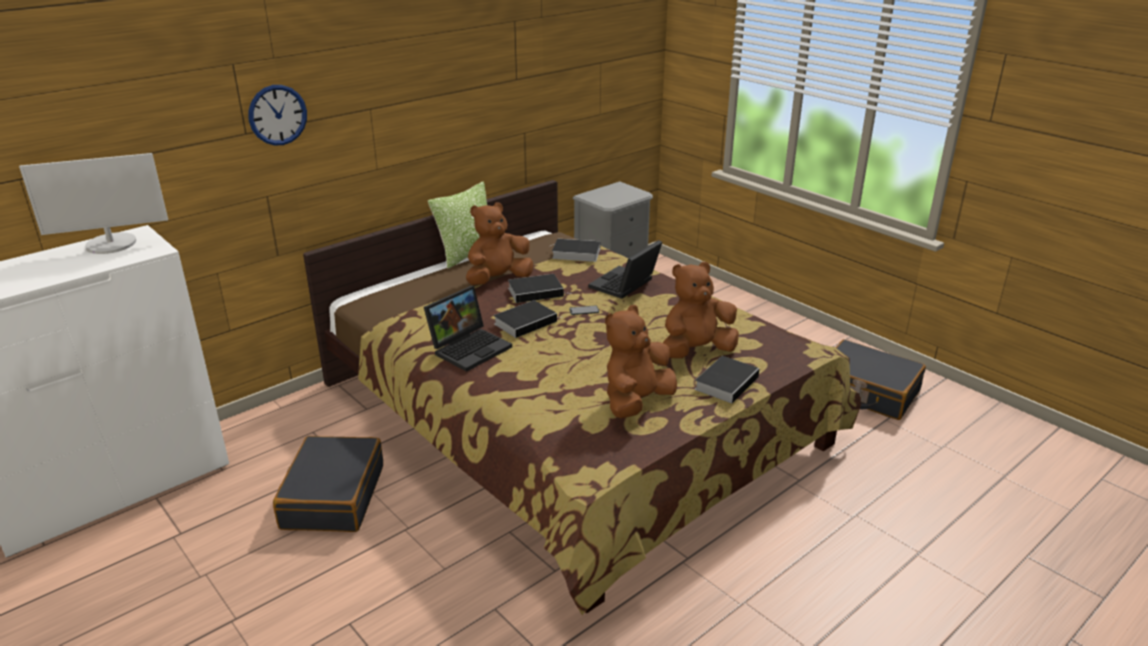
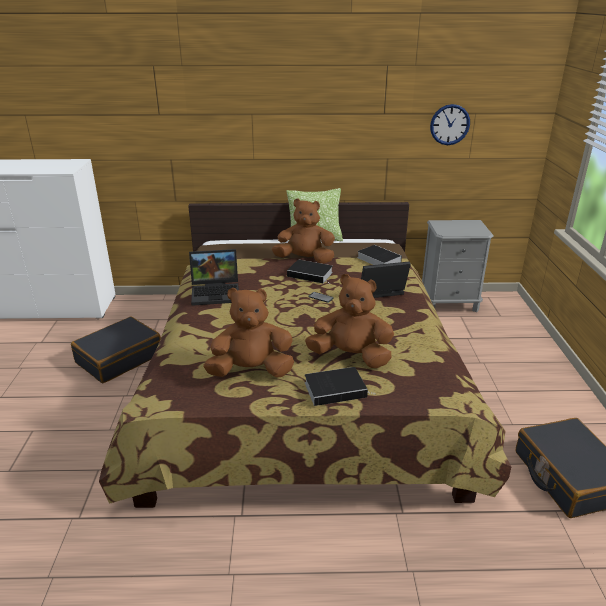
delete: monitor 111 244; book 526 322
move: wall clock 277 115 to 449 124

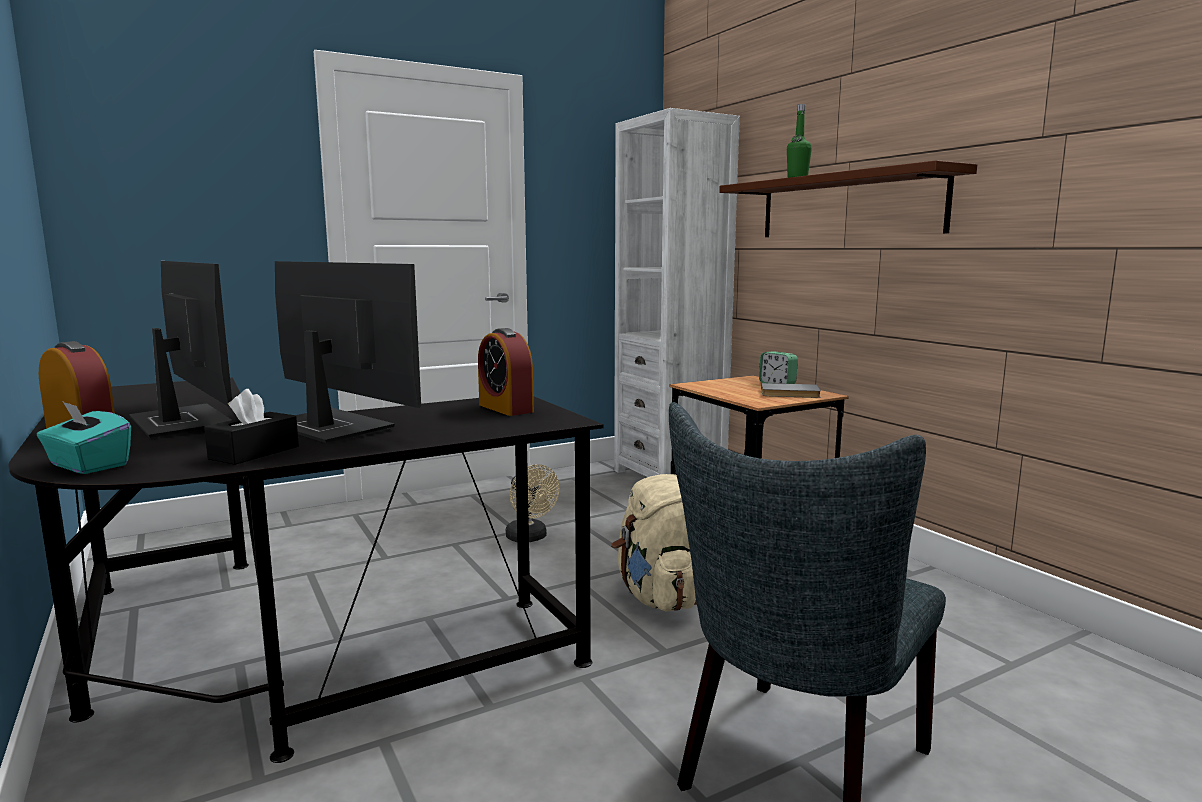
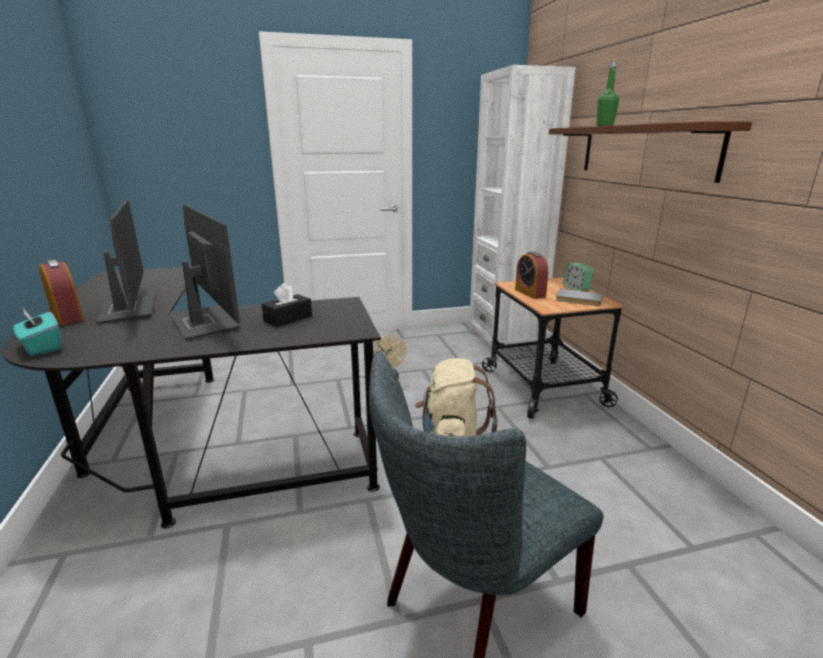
move: tissue box (black) 254 452 to 288 318; alarm clock 505 408 to 530 293

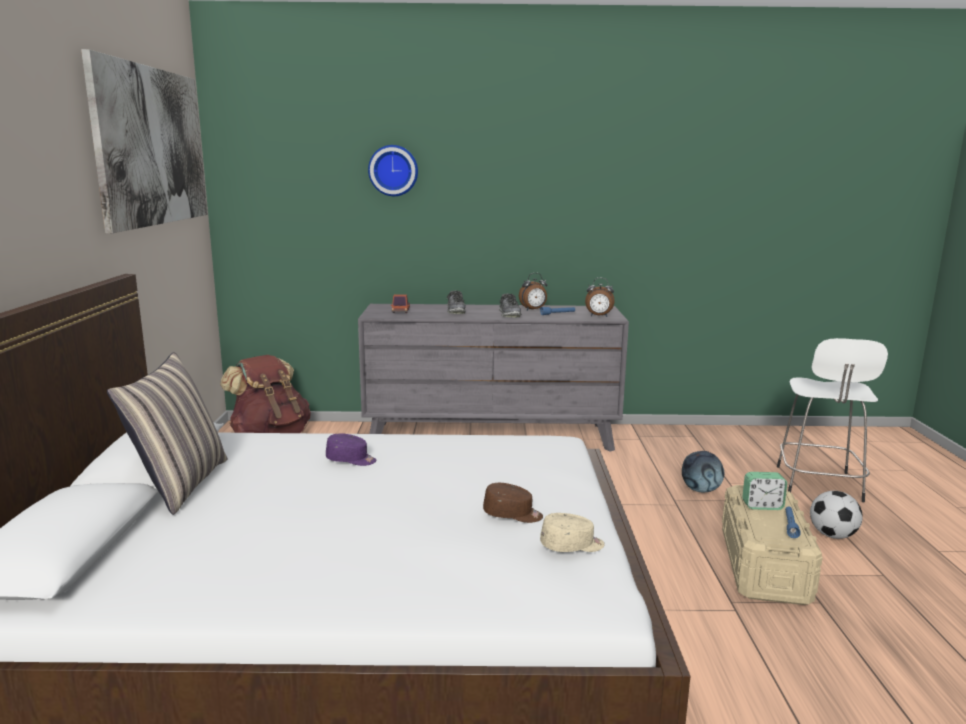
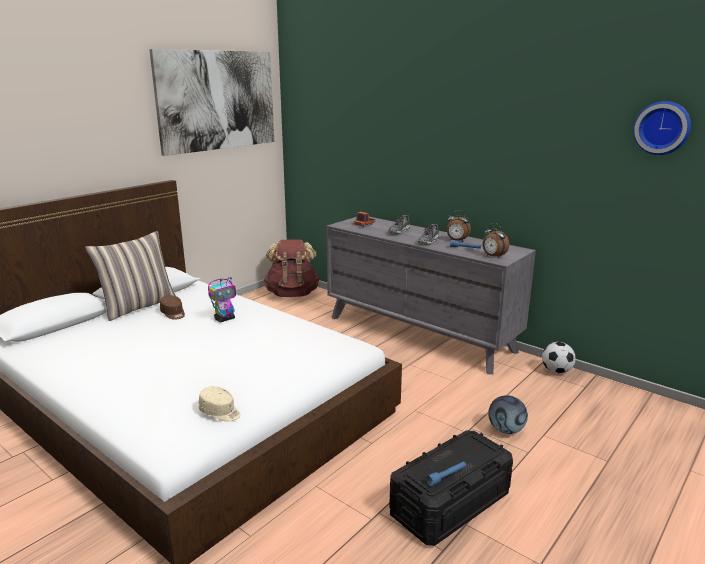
delete: alarm clock 762 506; stool (white) 818 485
move: cap (brown) 513 514 to 173 313; football 832 535 to 556 371; wall clock 393 170 to 662 128
replace: cap (purple) 351 460 to toy robot 225 319
recolor: storage box (beige) 764 565 to storage box (black) 450 503

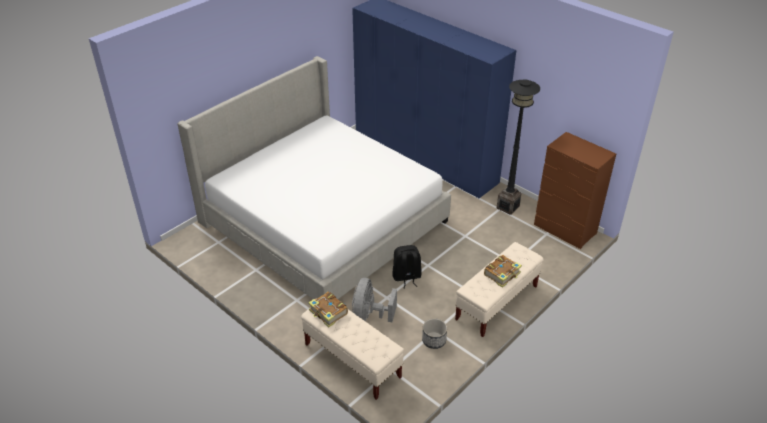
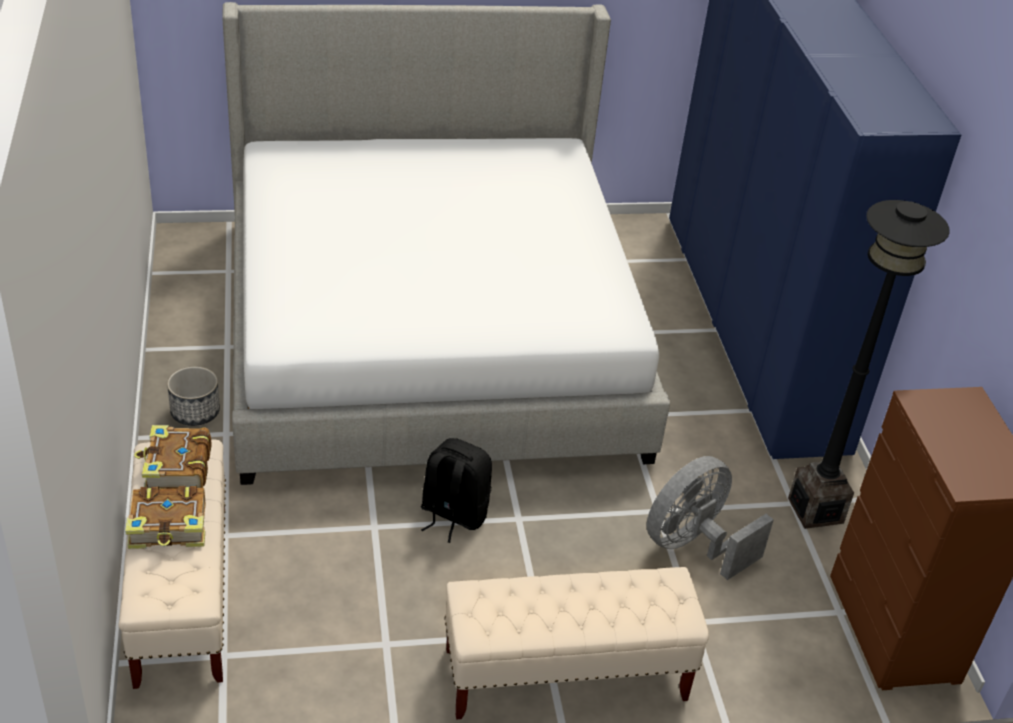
move: book 502 274 to 169 527; planter 434 340 to 195 412; fan (grey) 369 317 to 693 545

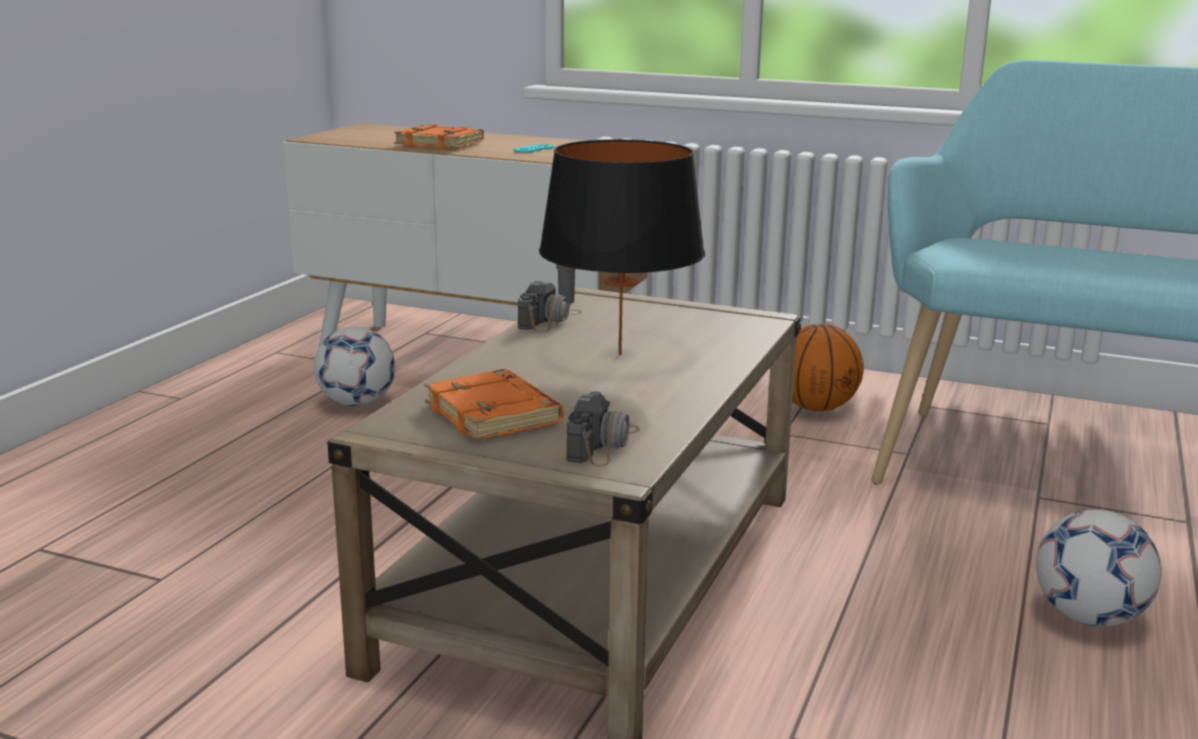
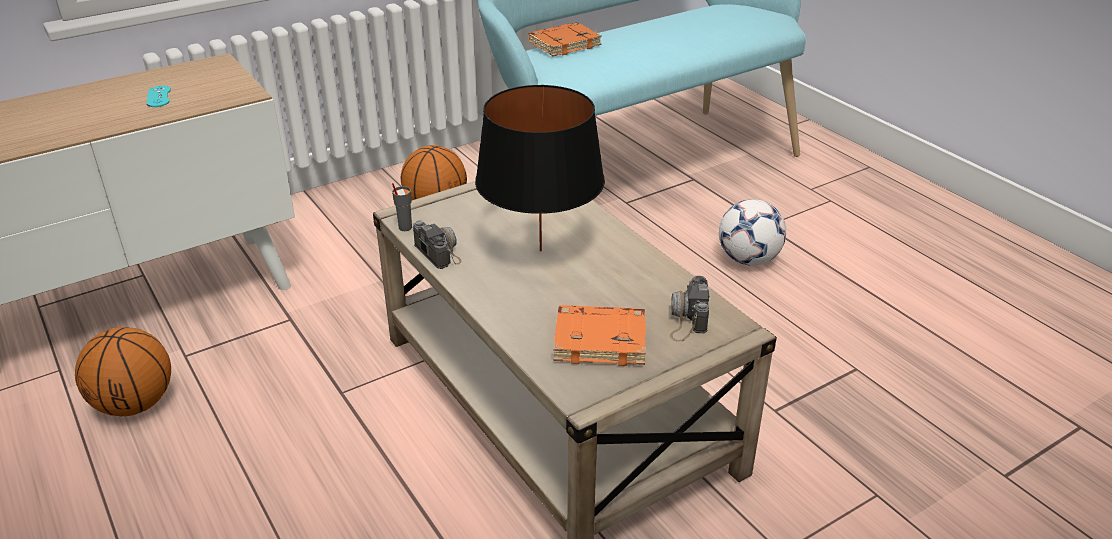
move: book (orange) 441 144 to 564 44
replace: football 357 403 to basketball 134 404
rotate: photo camera 603 444 = 687 317 135 degrees counterclockwise

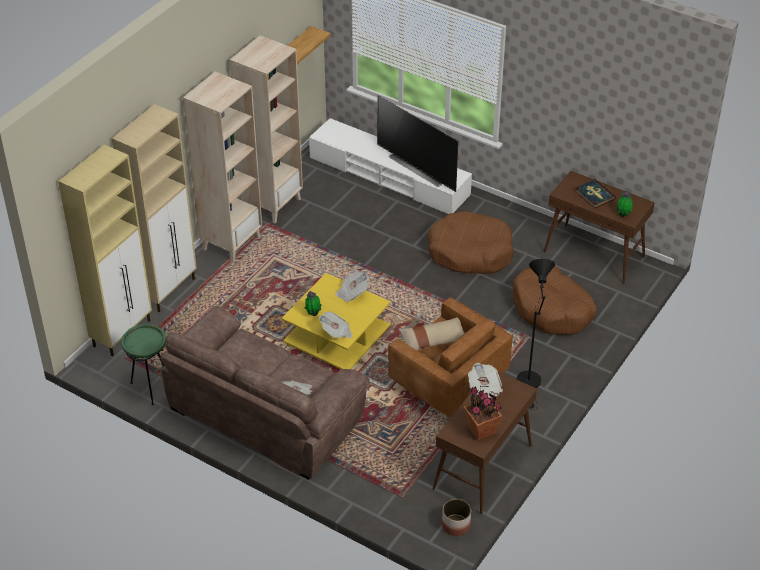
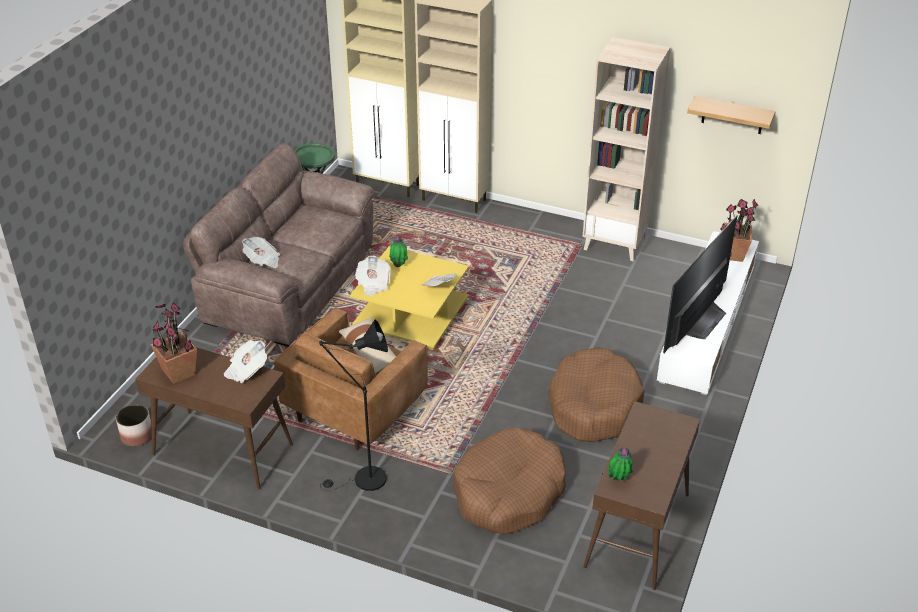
delete: bookcase (beige) 231 242; book 594 195
insert: potted plant 733 255

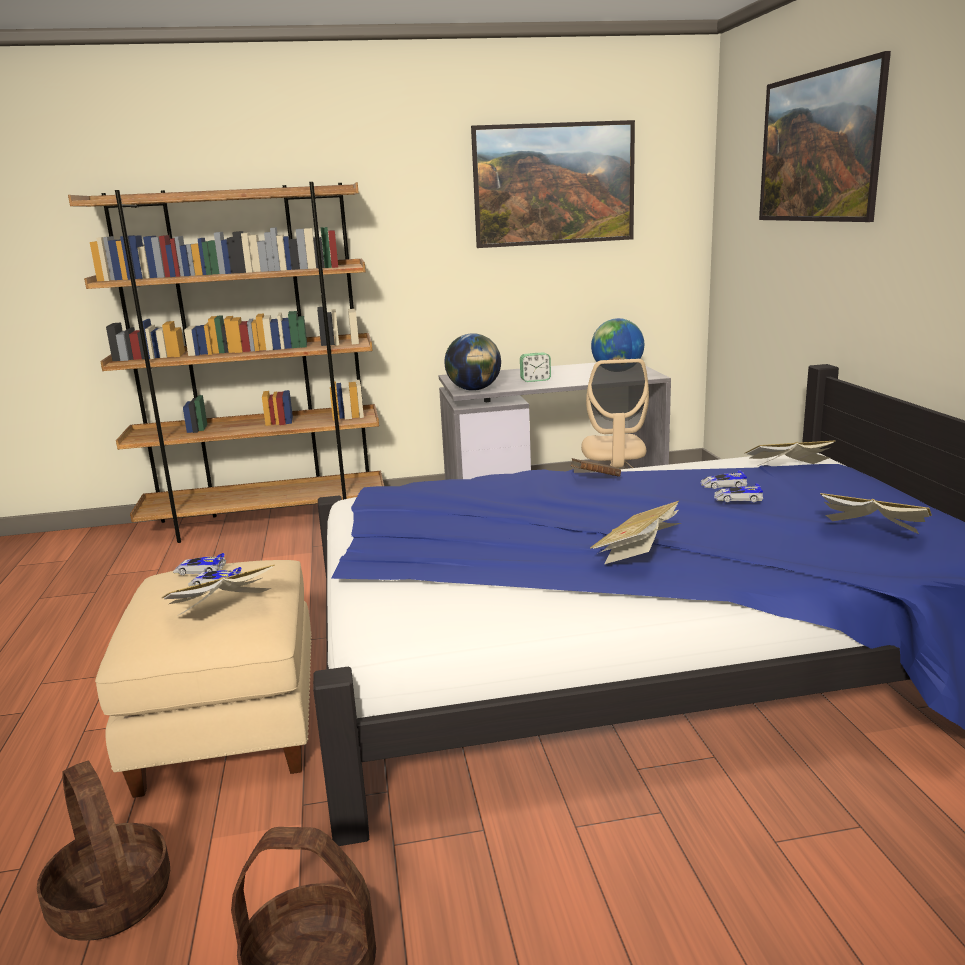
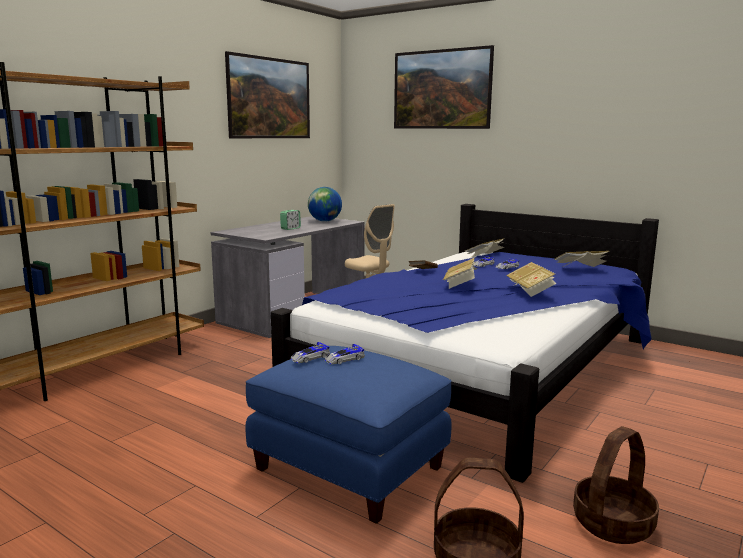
delete: globe 474 389
move: book 223 611 to 460 284
recolor: ottoman (beige) 232 723 to ottoman (blue) 350 467

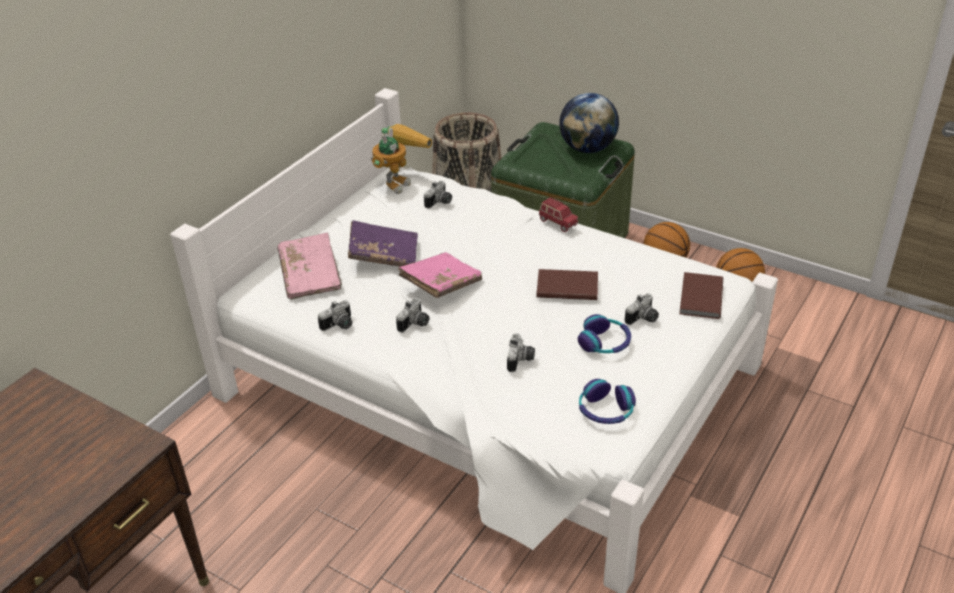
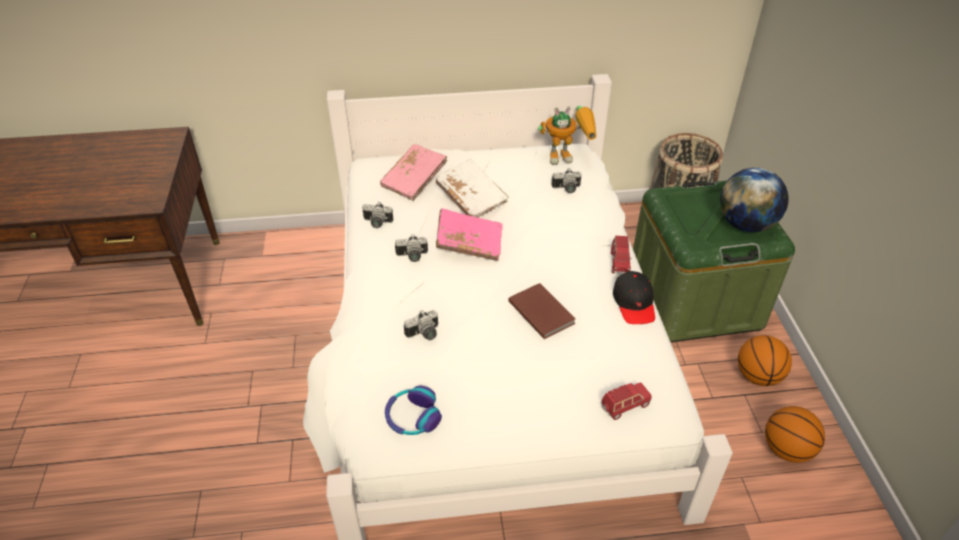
delete: headphones 605 342; photo camera 643 319
insert: cap (black) 634 303
replace: book (brown) 699 298 to toy car (red) 624 406
recolor: book (purple) 383 255 to book (white) 471 198

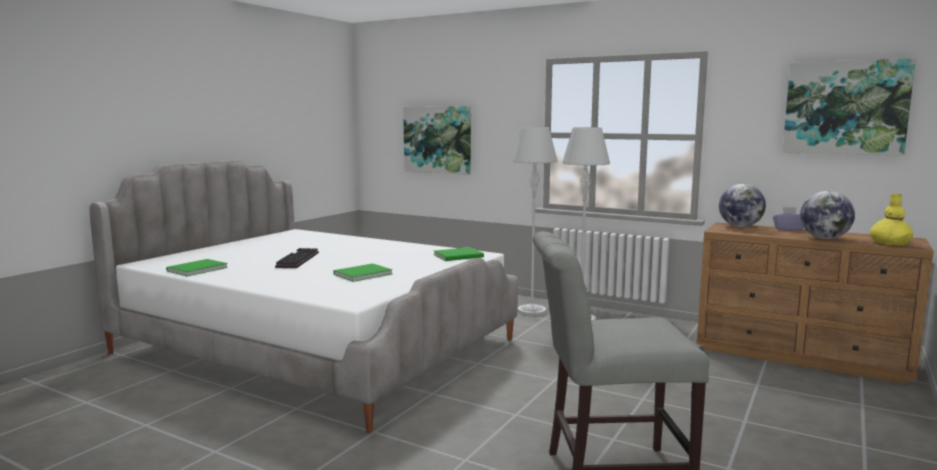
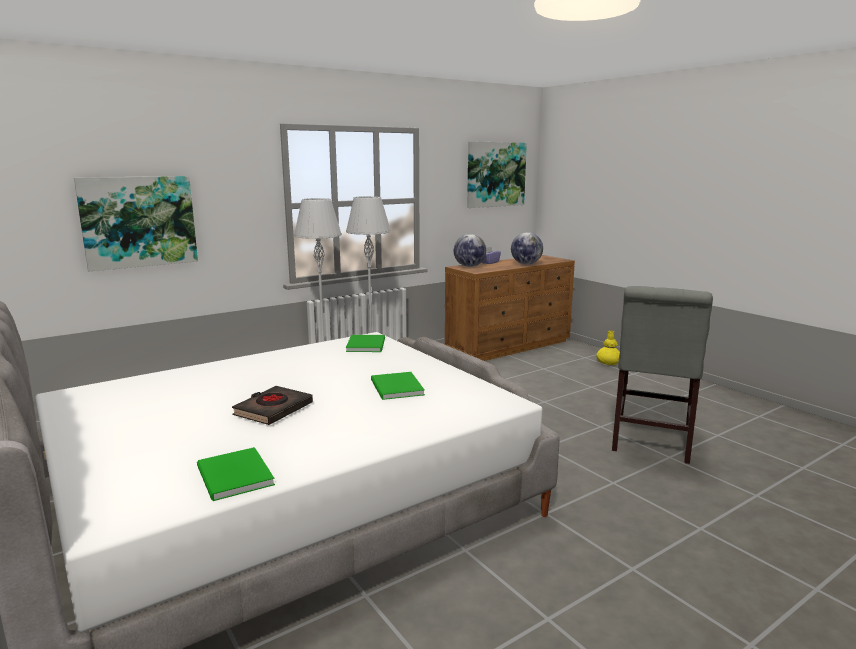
move: vase (yellow) 890 243 to 608 362
replace: keyboard 297 260 to book (black) 273 410

